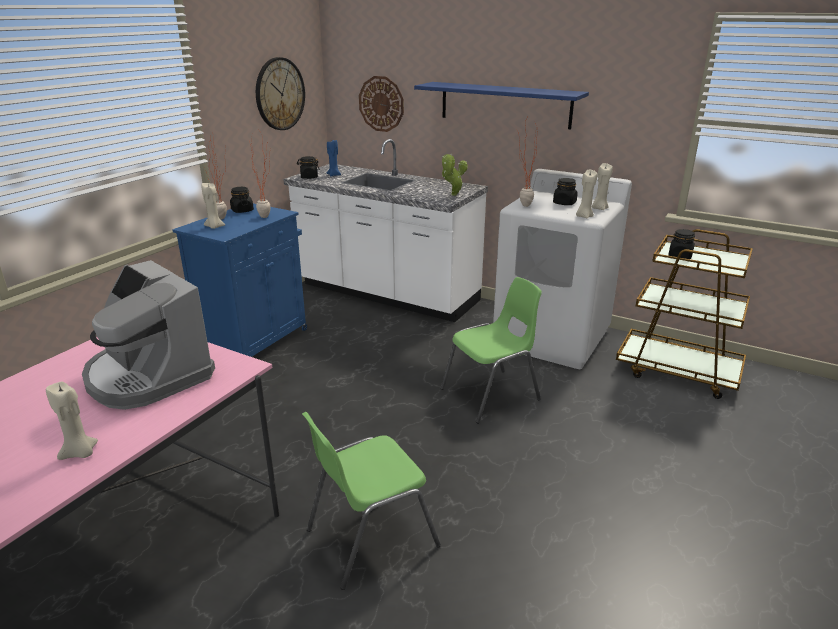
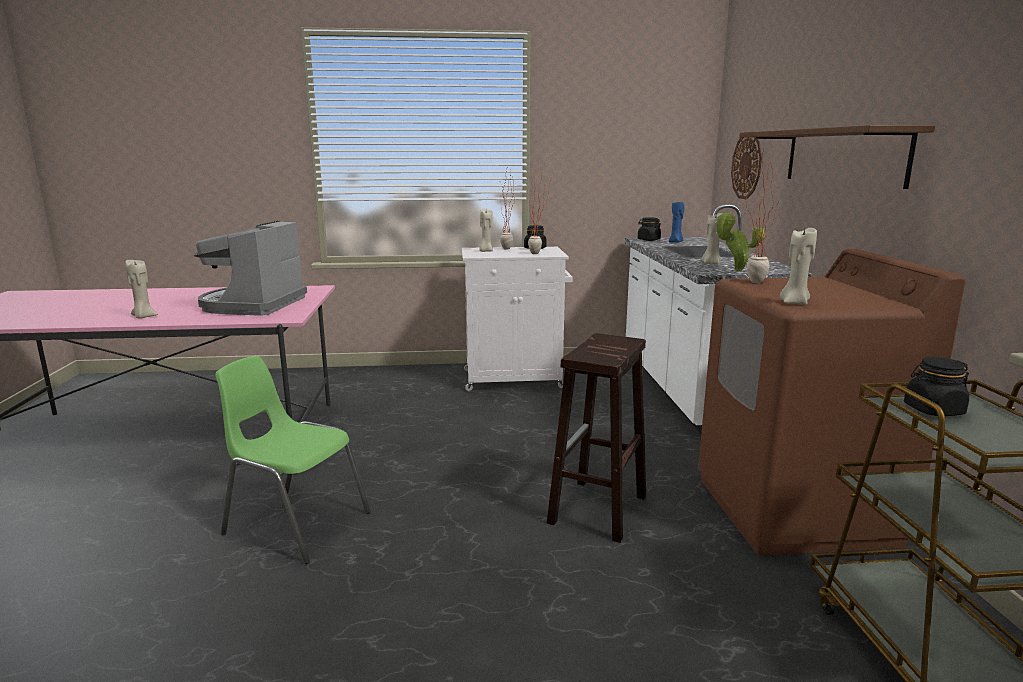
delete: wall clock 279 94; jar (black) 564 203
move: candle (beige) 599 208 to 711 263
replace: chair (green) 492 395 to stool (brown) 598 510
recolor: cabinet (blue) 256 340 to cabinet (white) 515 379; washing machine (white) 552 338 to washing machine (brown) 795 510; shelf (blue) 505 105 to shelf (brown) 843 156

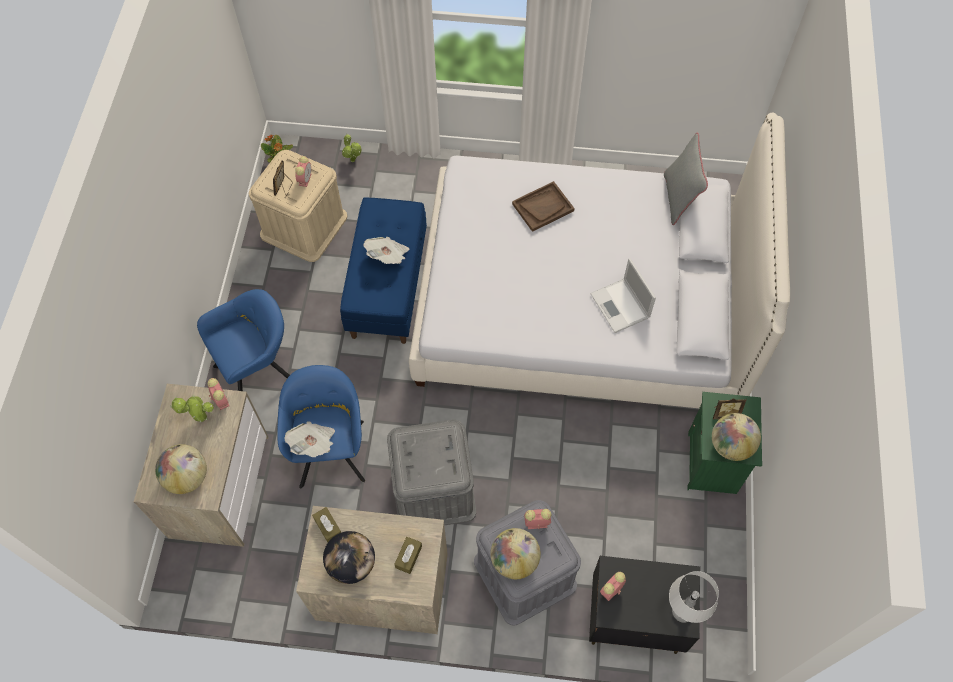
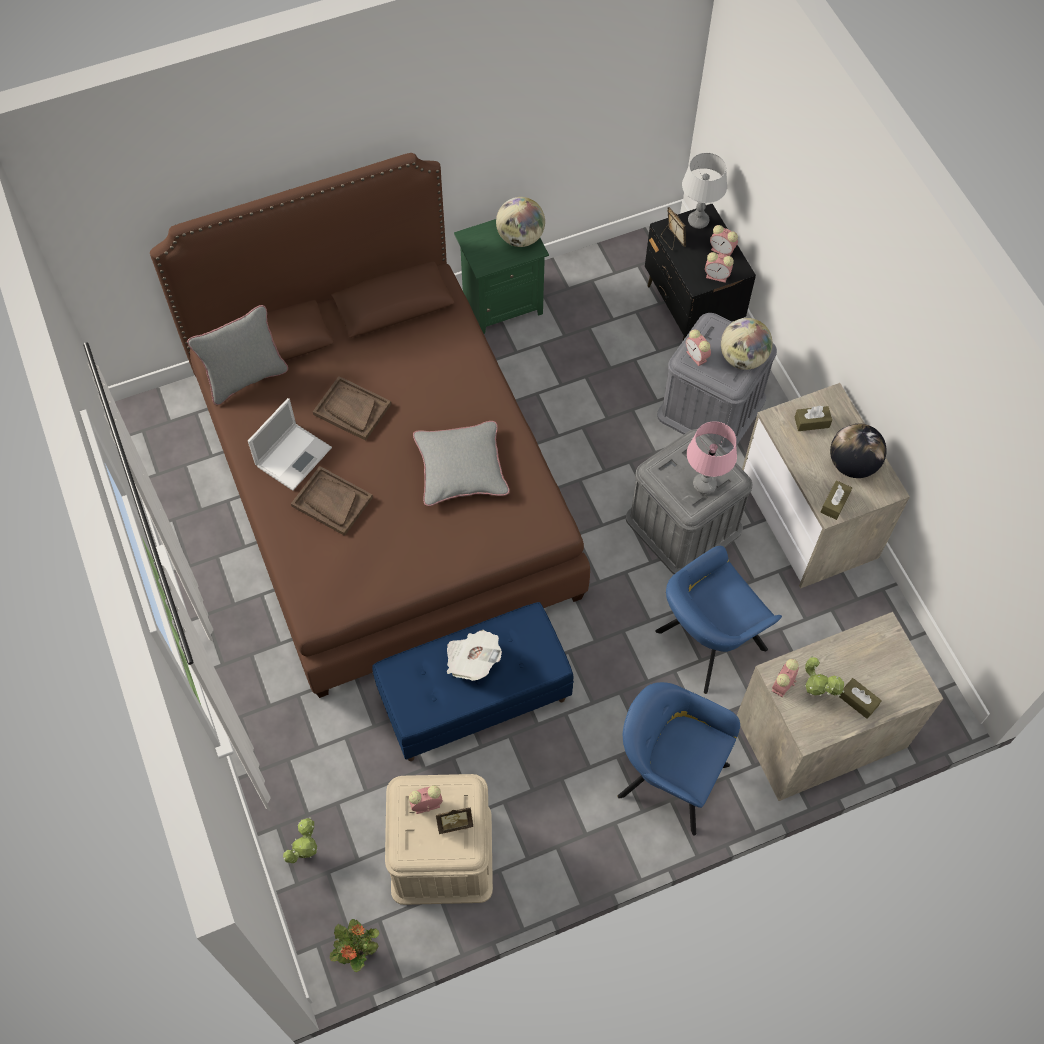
delete: globe 187 477; newspaper 313 443
insert: tray (brown) 352 409; pillow (grey) 461 468; table lamp (pink) 704 484; alarm clock 722 250; tissue box (brown) 858 701
move: laptop 620 306 to 294 455; picture frame 725 413 to 672 240
recolor: bed (white) 581 304 to bed (brown) 384 486

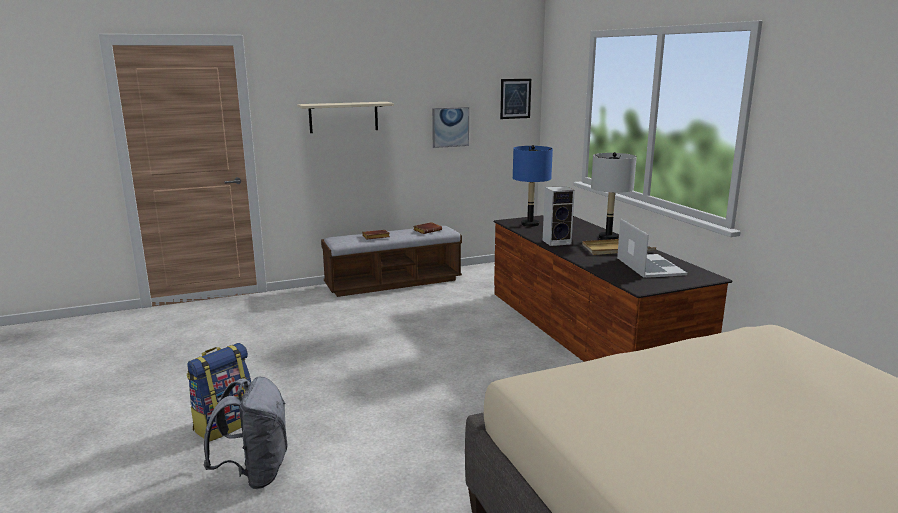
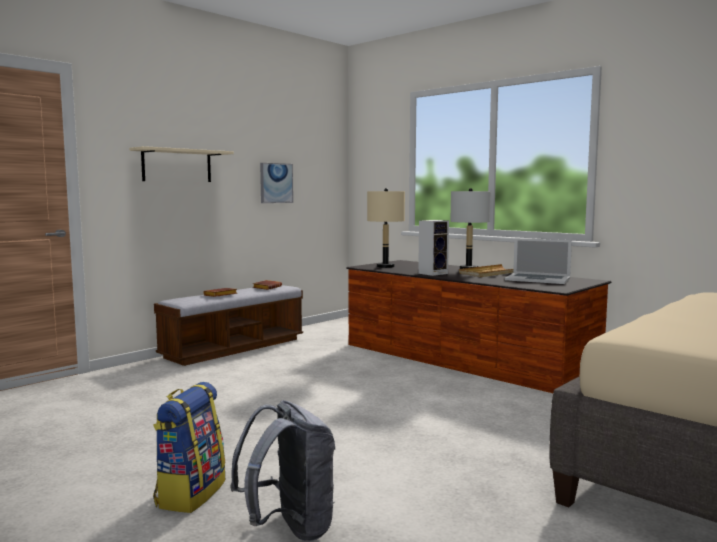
delete: picture 515 98
recolor: table lamp (blue) 530 224 to table lamp (beige) 385 266
rotate: laptop 649 266 = 537 279 150 degrees clockwise

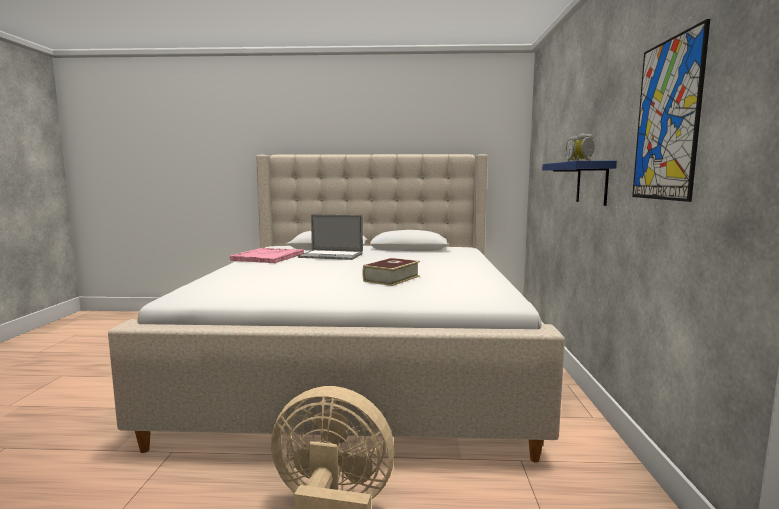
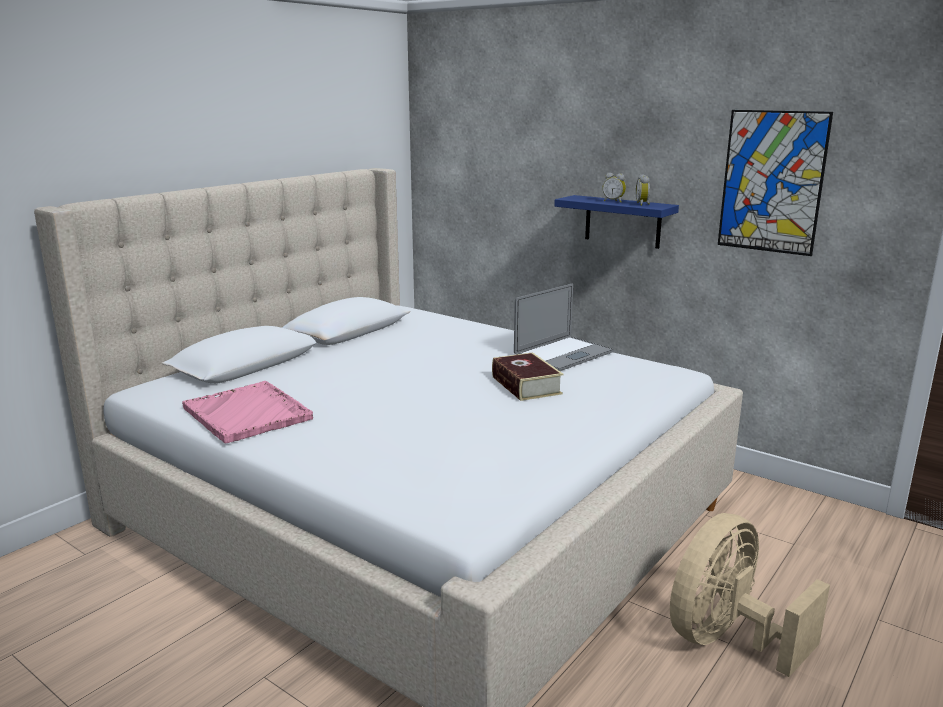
move: laptop 331 255 to 564 354

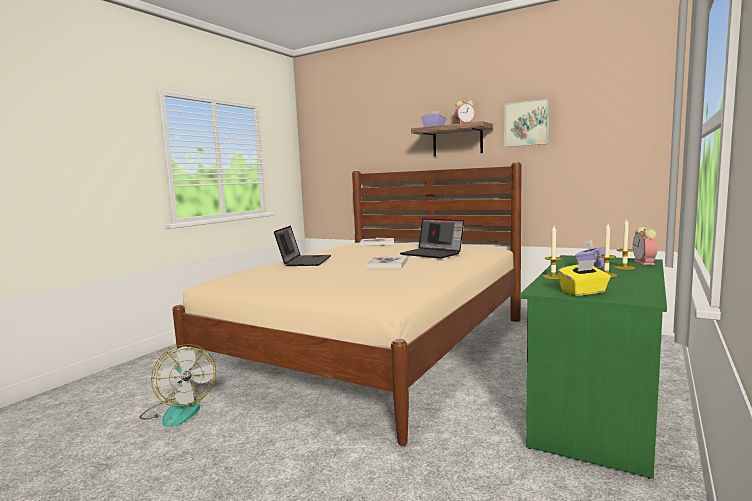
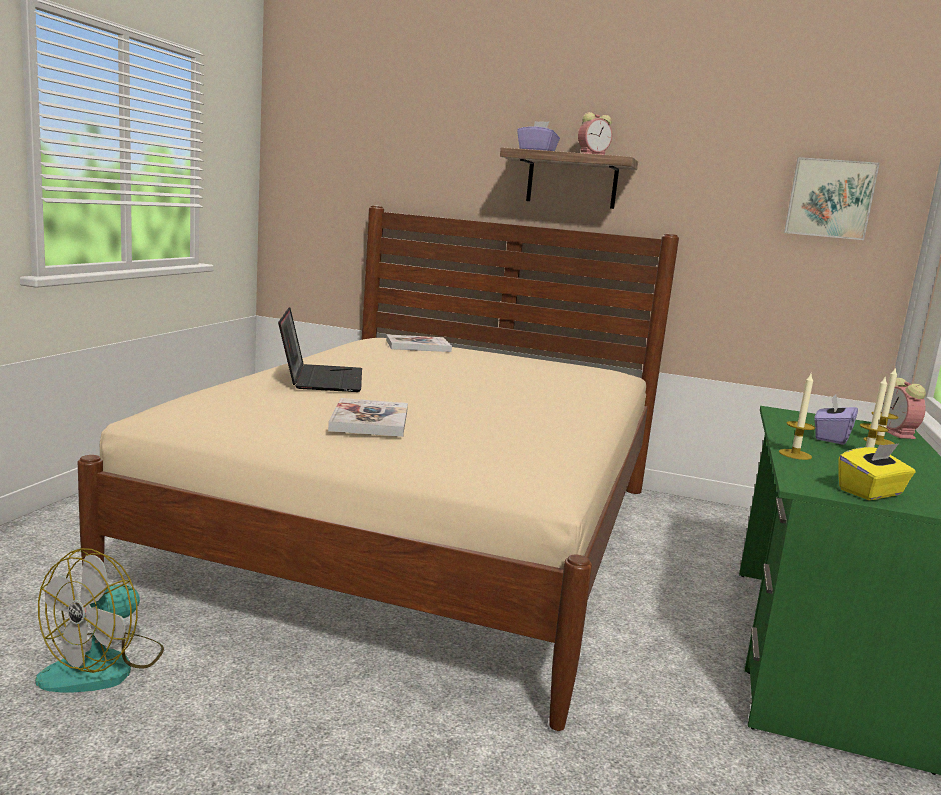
delete: laptop 433 254
move: book 387 263 to 369 420; picture 526 123 to 829 198
rotate: fan 178 410 = 104 666 75 degrees clockwise

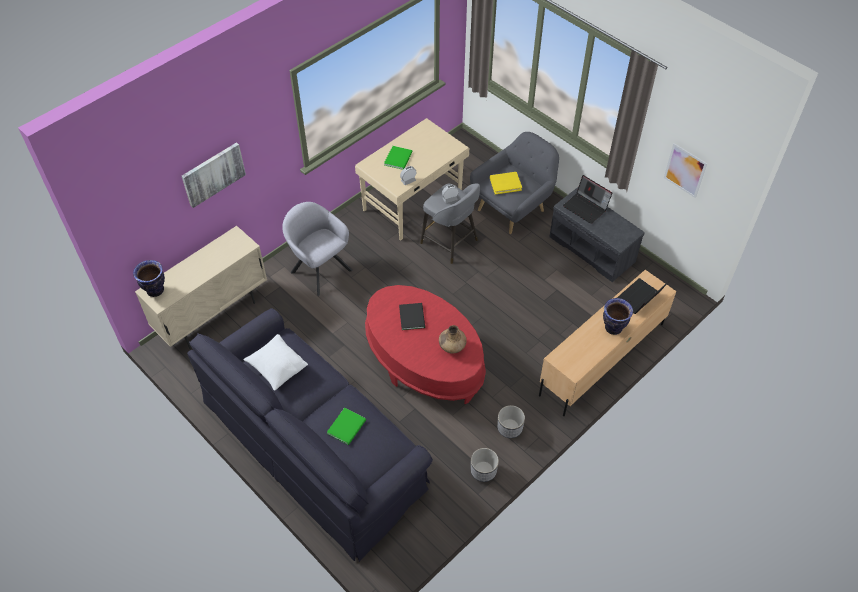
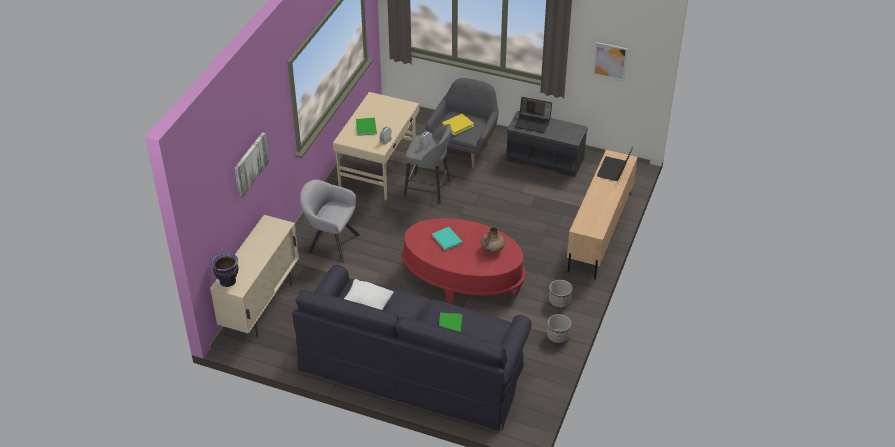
delete: vase 613 328
recolor: book (black) 412 316 to book (turquoise) 447 238

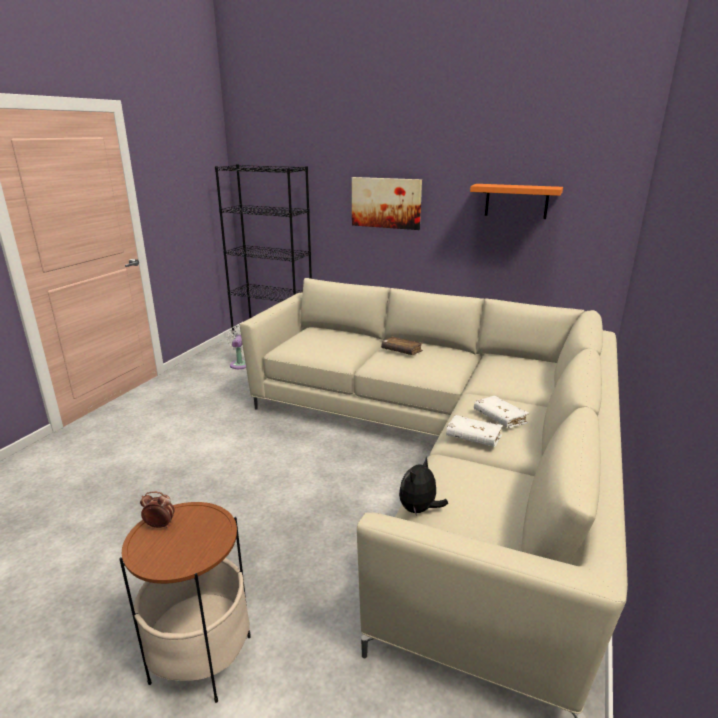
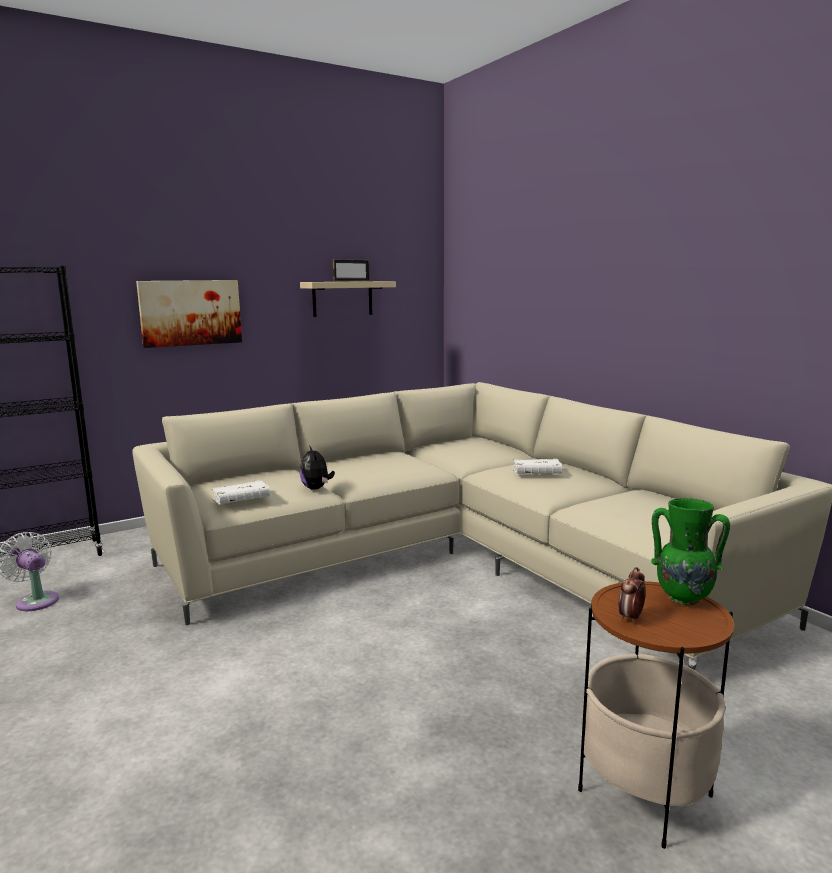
delete: book (brown) 401 351
insert: picture frame 351 281; vase (green) 682 598
move: book (white) 473 437 to 241 500; plush toy 419 510 to 316 488
recolor: shelf (orange) 516 201 to shelf (beige) 342 298

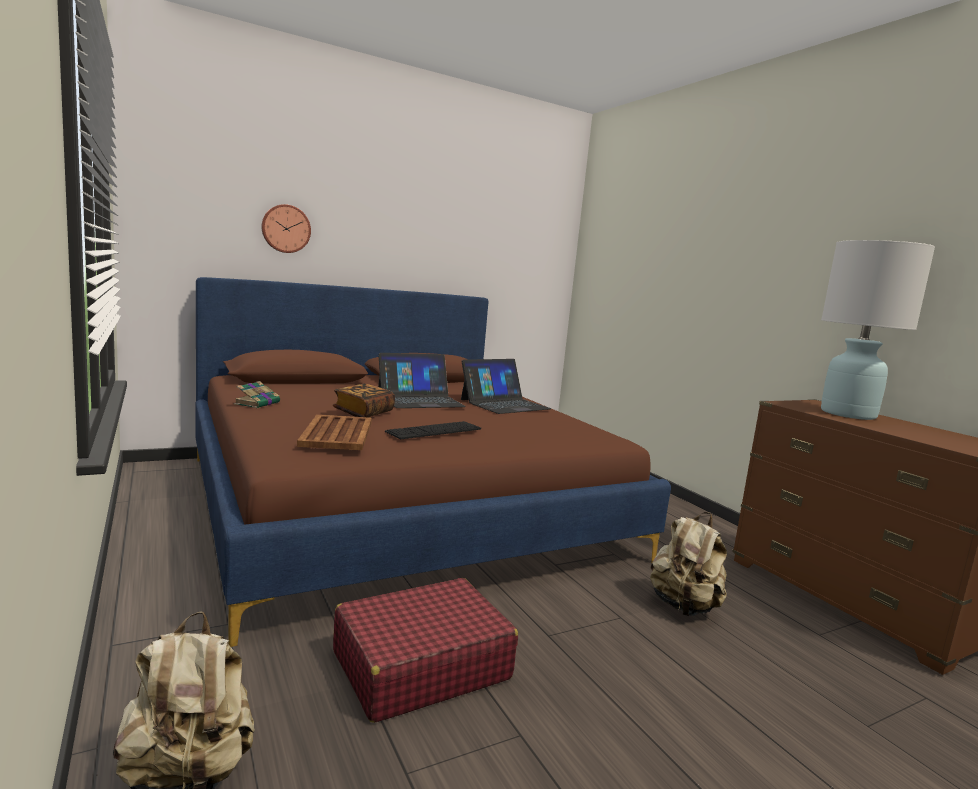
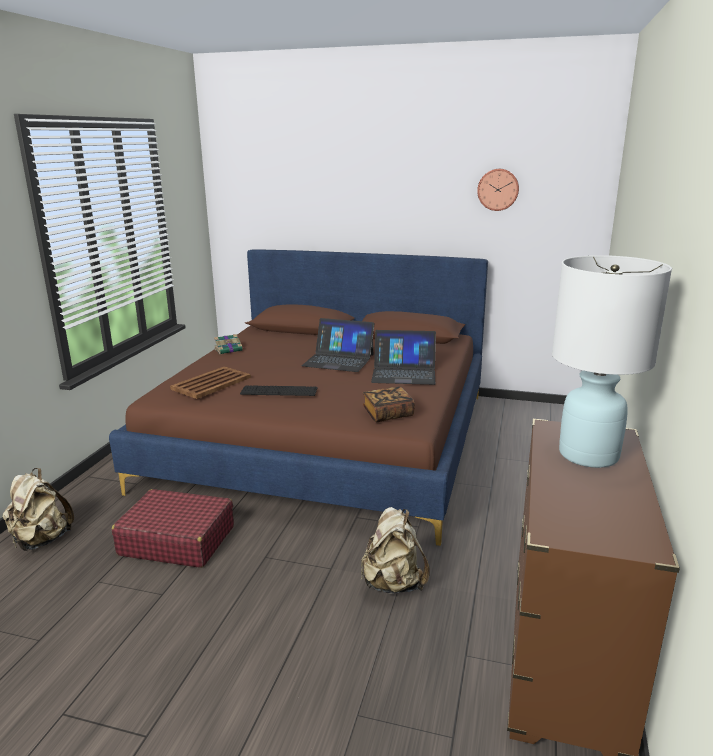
move: book 363 413 to 388 414; wall clock 286 229 to 498 189

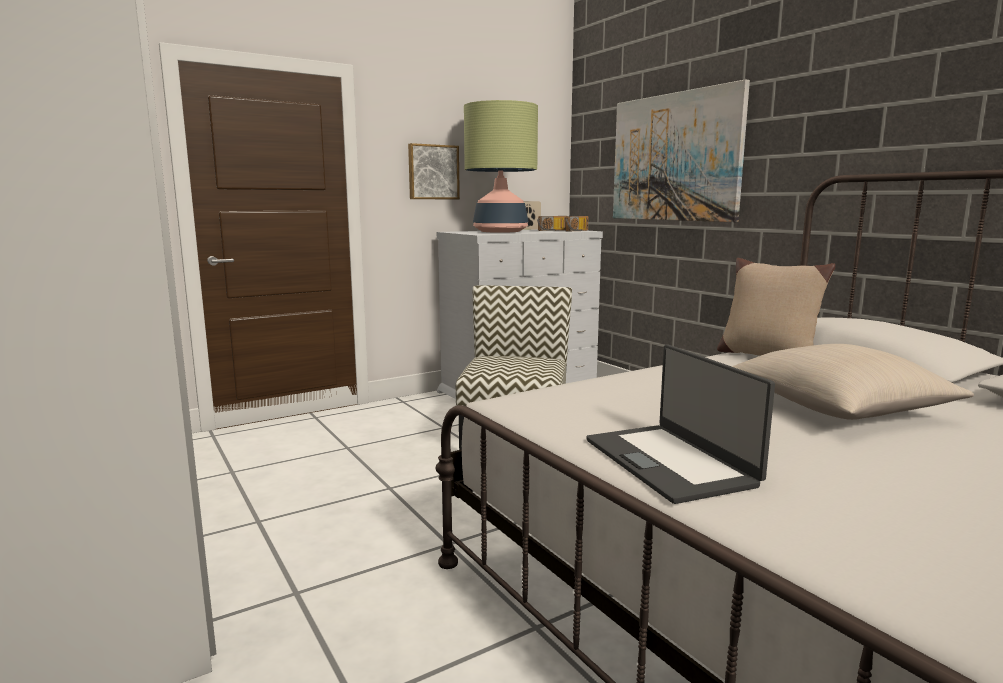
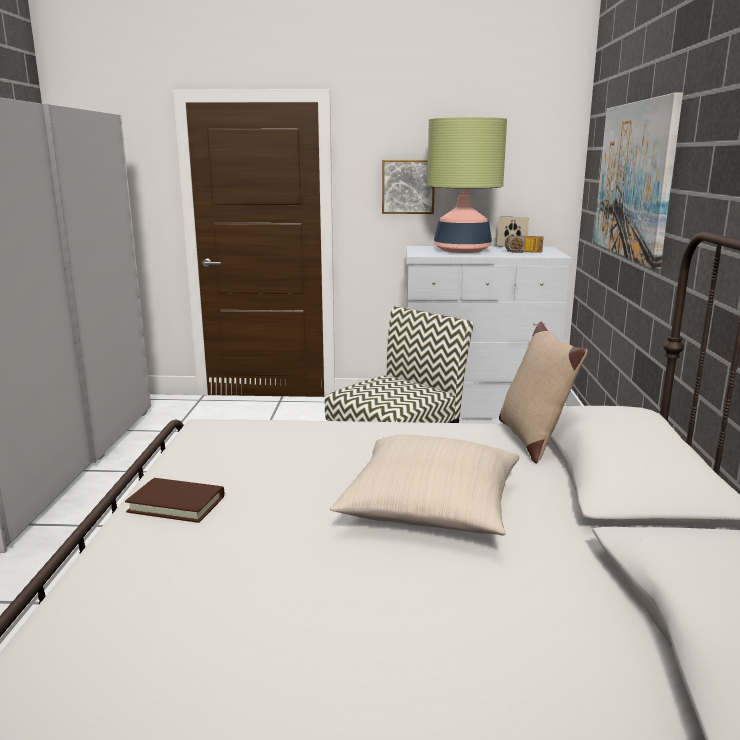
delete: radio 578 231
replace: laptop 670 462 to book (brown) 176 504

